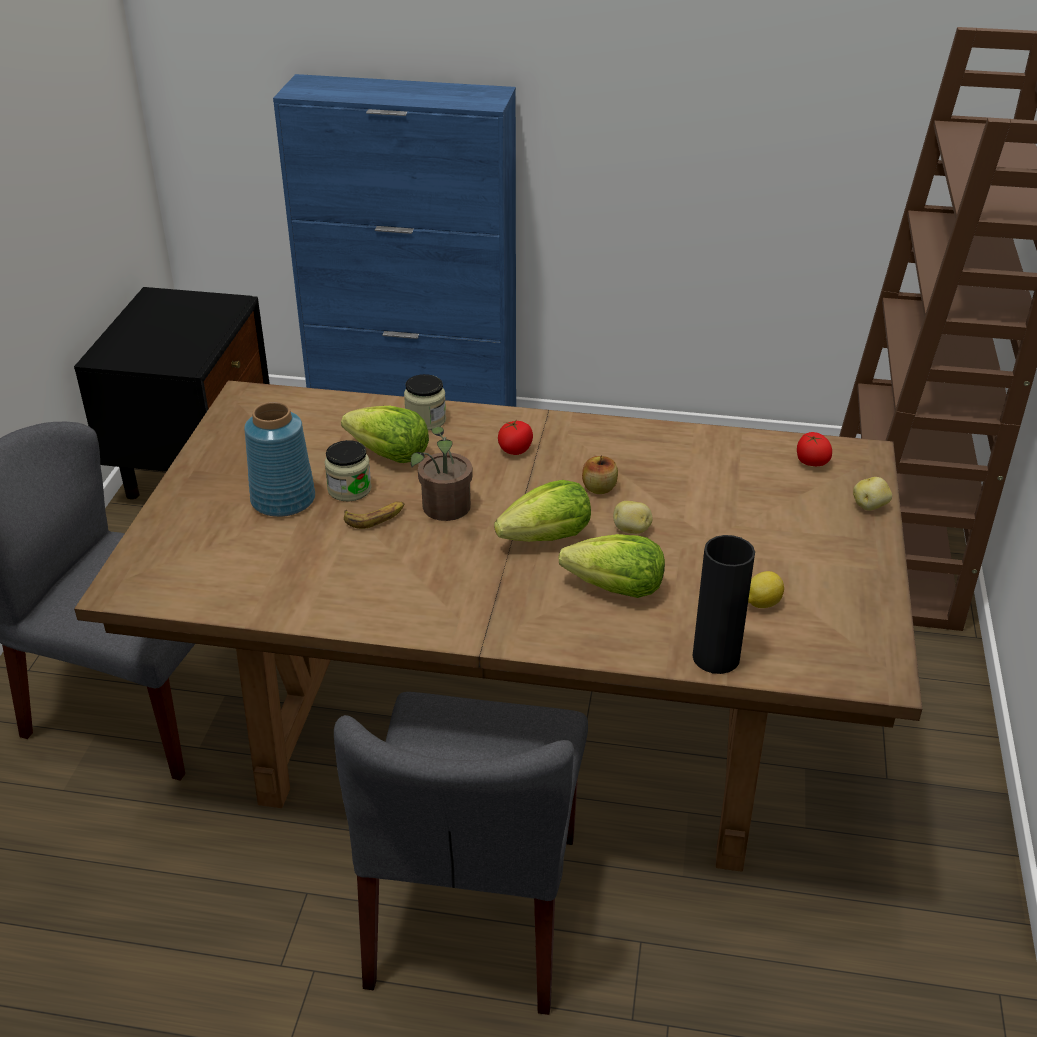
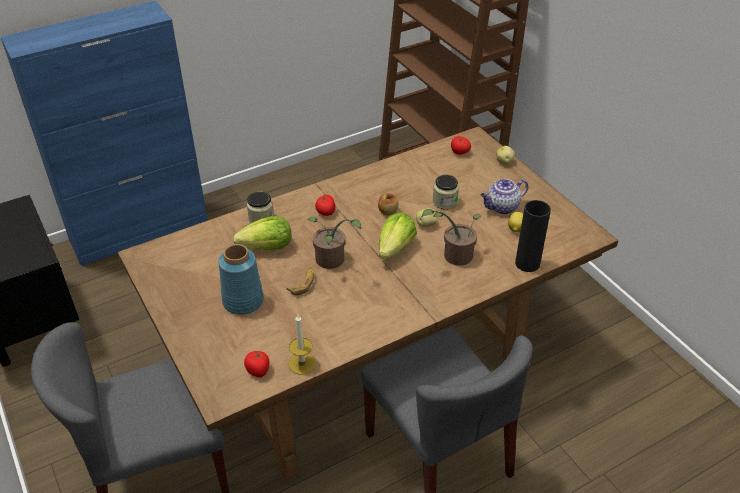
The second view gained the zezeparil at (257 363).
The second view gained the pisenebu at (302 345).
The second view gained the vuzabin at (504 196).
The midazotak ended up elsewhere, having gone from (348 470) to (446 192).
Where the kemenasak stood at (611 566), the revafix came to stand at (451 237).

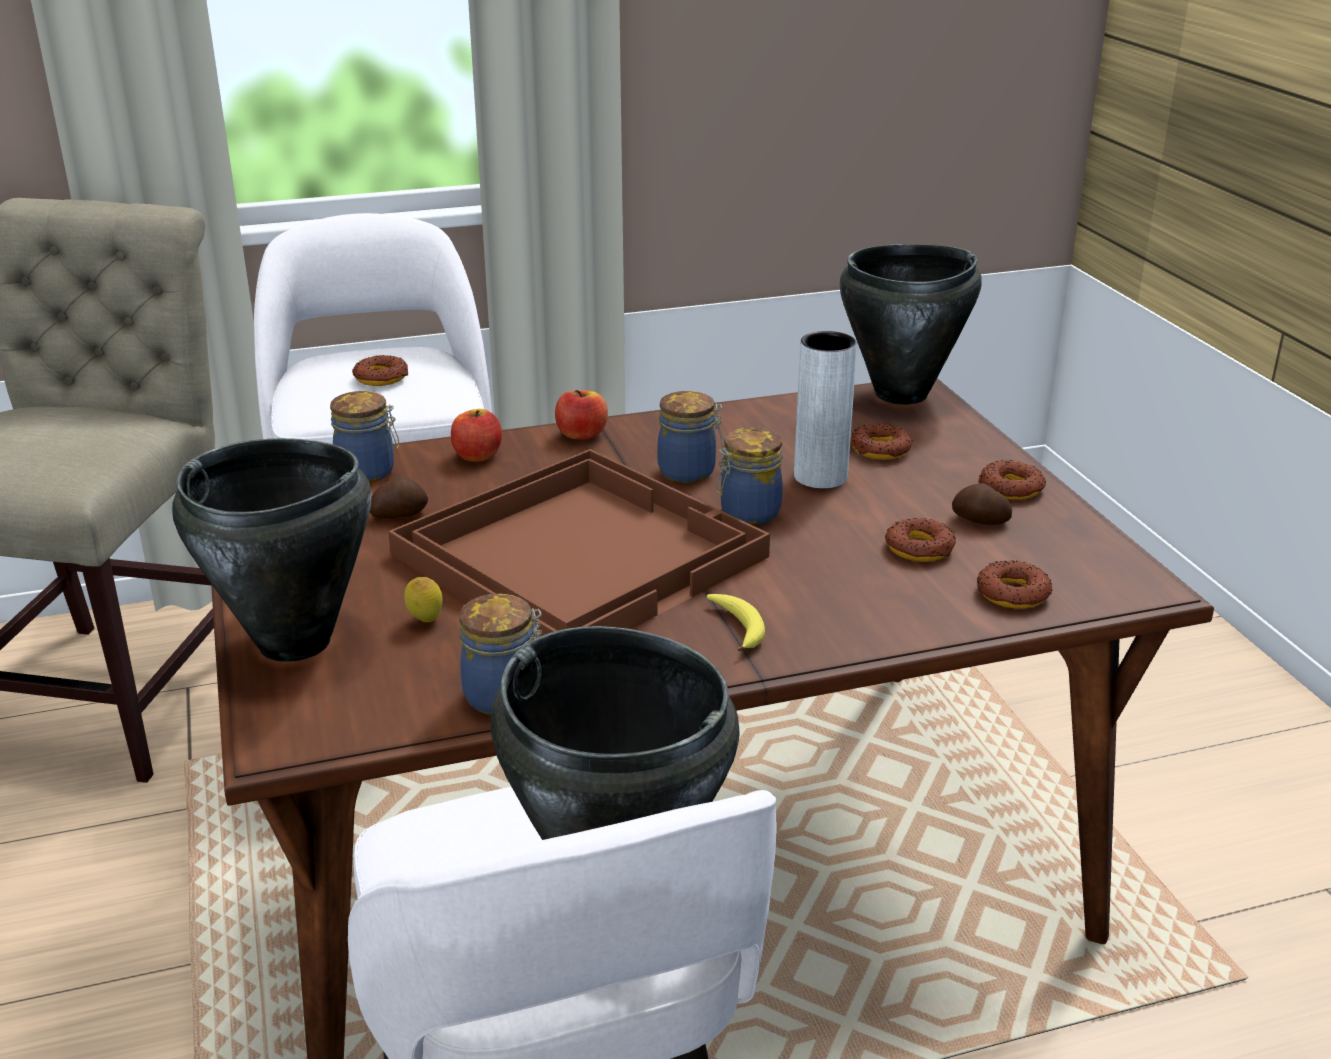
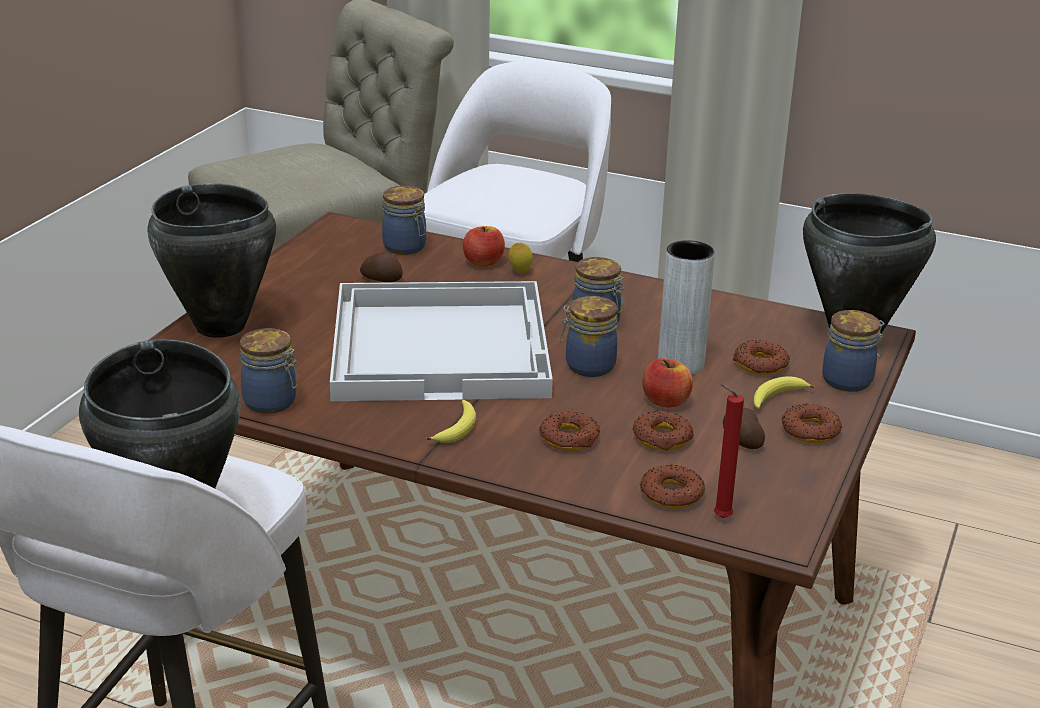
The second view gained the red_pisenebu at (729 450).
The second view gained the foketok at (784 392).
The second view gained the midazotak at (853 351).
The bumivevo ended up elsewhere, having gone from (380 370) to (569 431).
The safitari ended up elsewhere, having gone from (423 600) to (520 258).
The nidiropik ended up elsewhere, having gone from (581 415) to (668 383).
What was the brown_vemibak at (579 544) turned into the white_vemibak at (441 341).

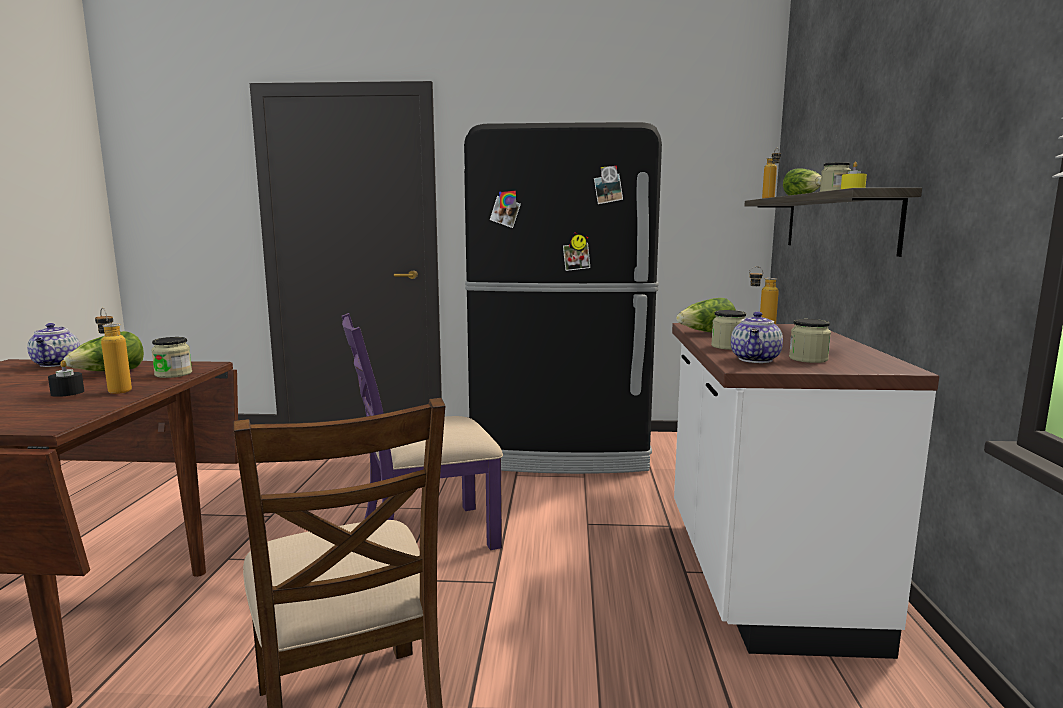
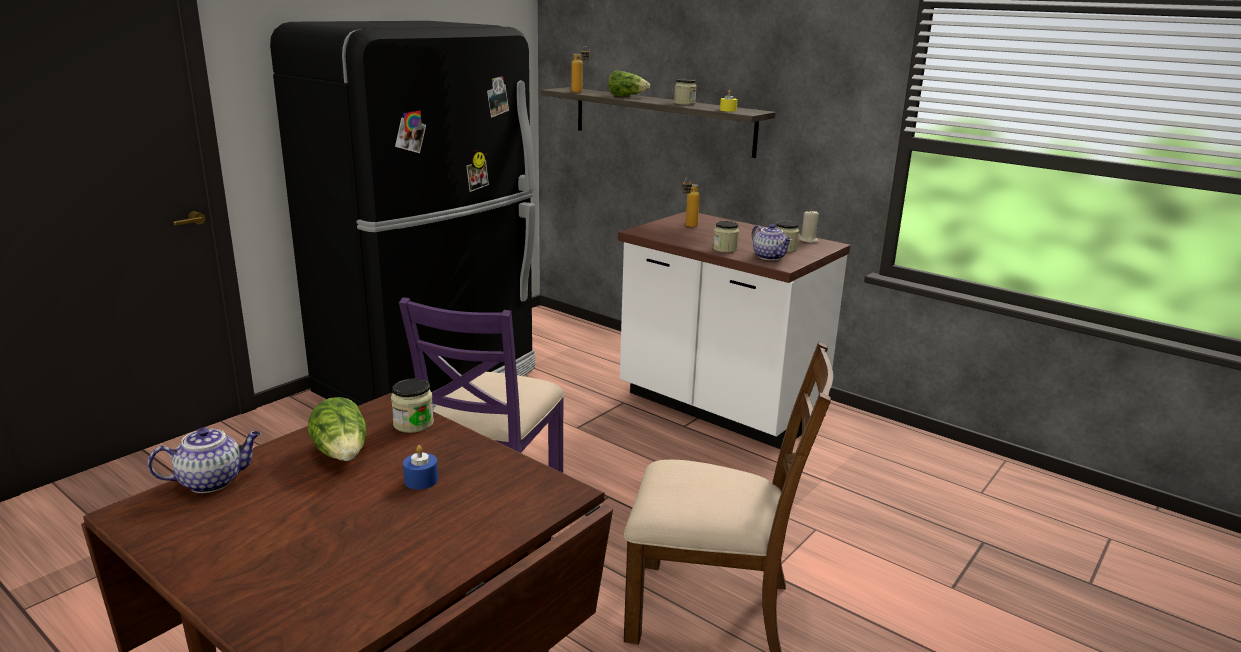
The second view lost the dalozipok at (113 351).
The second view lost the kemenasak at (706 315).
The second view gained the beige_pisenebu at (809 226).
What was the black_pisenebu at (66 378) turned into the blue_pisenebu at (420 467).
The vuzabin at (53 345) ended up facing another way, 45 degrees counterclockwise from before.

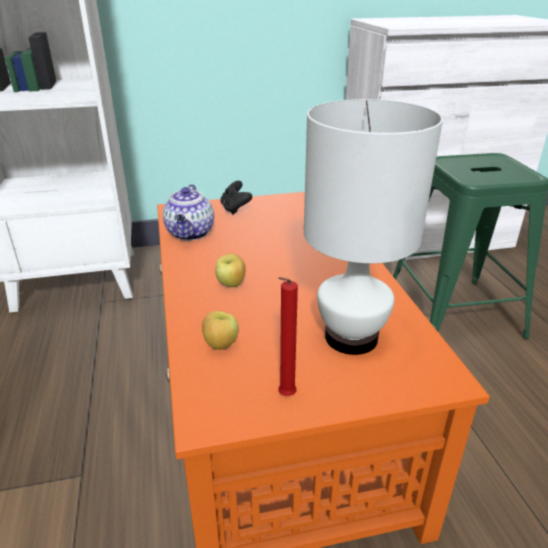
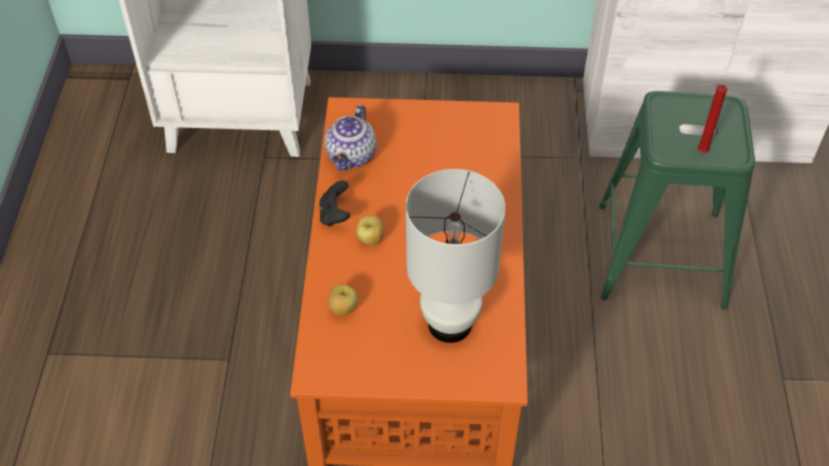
The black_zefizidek ended up elsewhere, having gone from (236 197) to (334 203).
The red_pisenebu ended up elsewhere, having gone from (288 336) to (712 118).

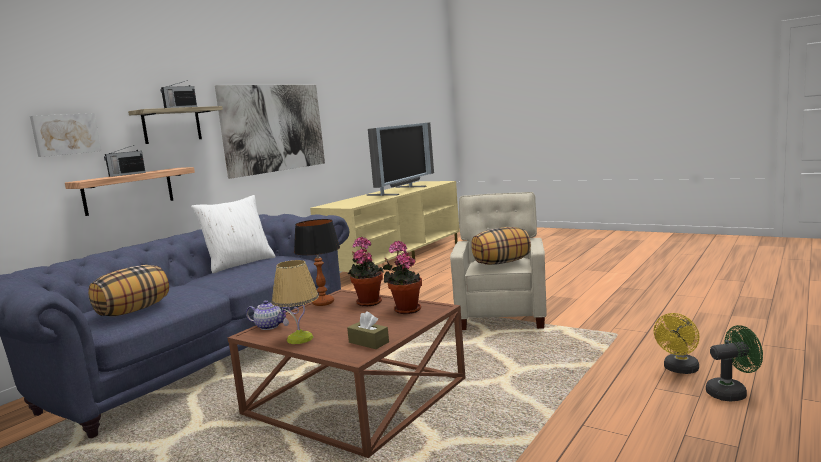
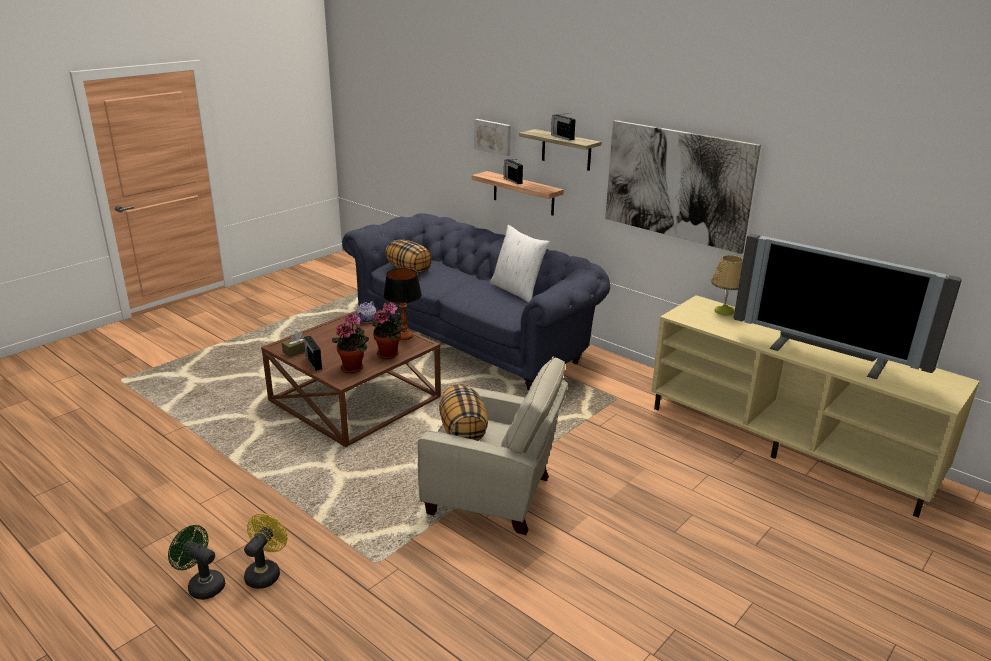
The second view gained the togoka at (313 353).
The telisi ended up elsewhere, having gone from (295 302) to (727 285).
The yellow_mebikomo at (677 343) ended up facing another way, 60 degrees clockwise from before.
The green_mebikomo at (734 363) ended up facing another way, 120 degrees clockwise from before.

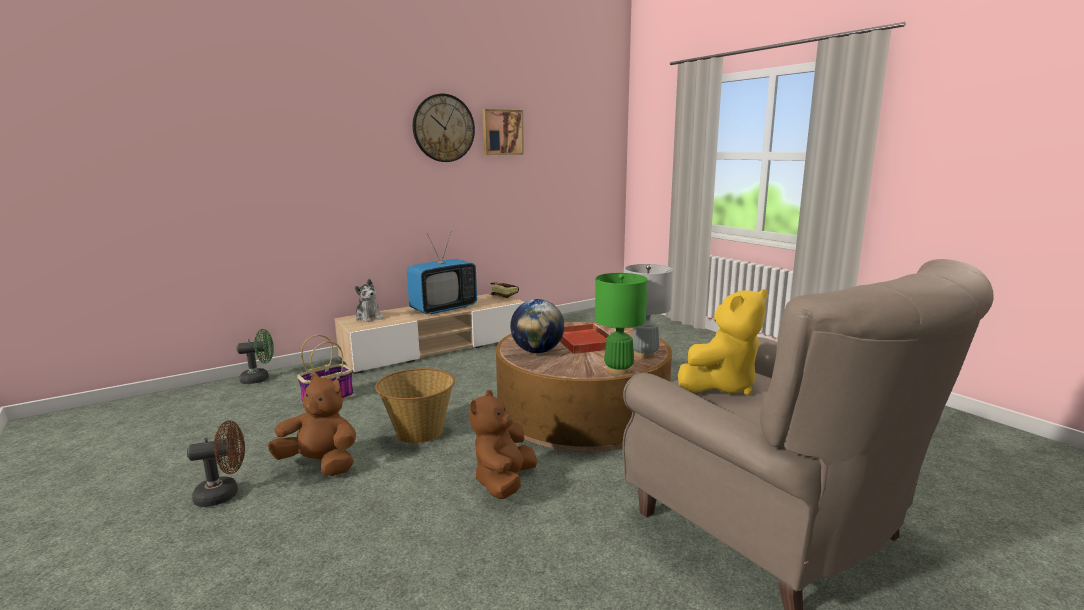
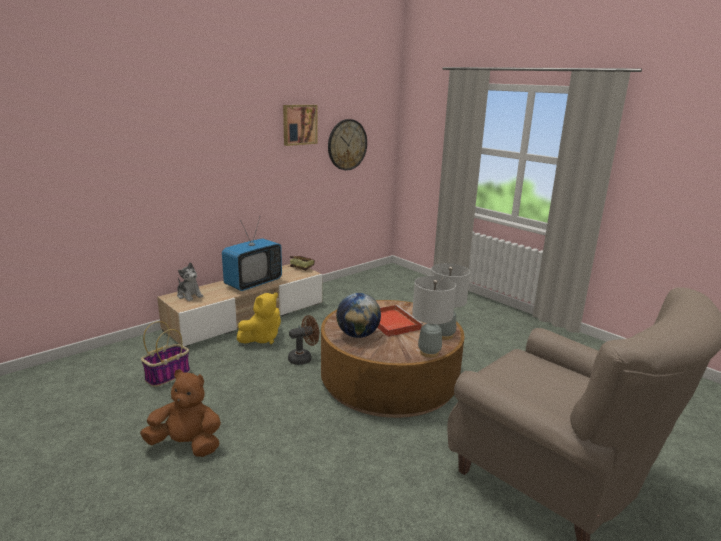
The second view lost the green_mebikomo at (255 356).
The second view lost the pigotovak at (415 406).
The second view lost the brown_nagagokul at (503 444).
The brown_mebikomo ended up elsewhere, having gone from (216 463) to (303 340).
The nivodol ended up elsewhere, having gone from (444 128) to (347 144).
The yellow_nagagokul ended up elsewhere, having gone from (722 342) to (259 318).
What was the green_telisi at (621 324) turned into the grey_telisi at (434 317).

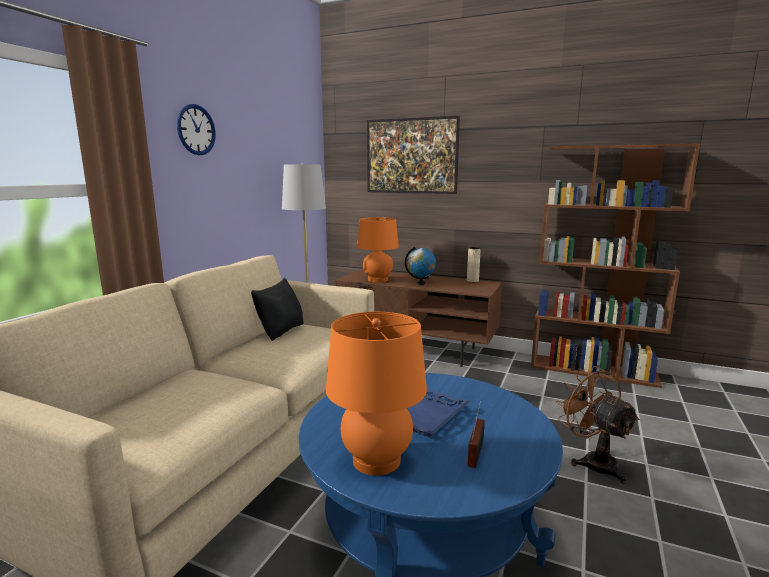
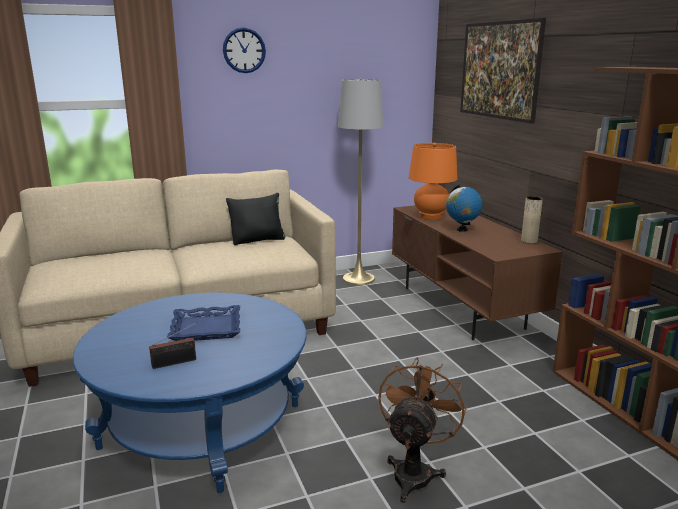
The second view lost the orange_telisi at (376 394).

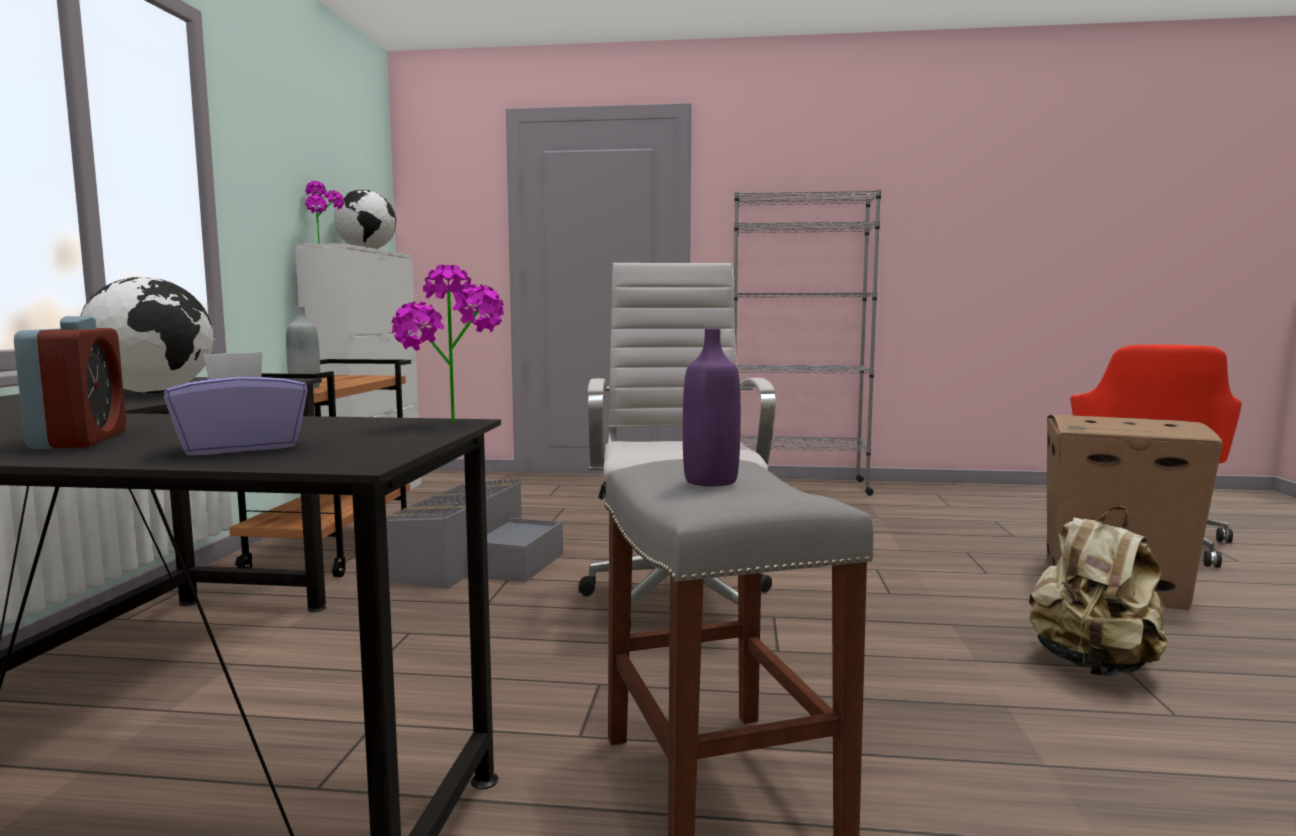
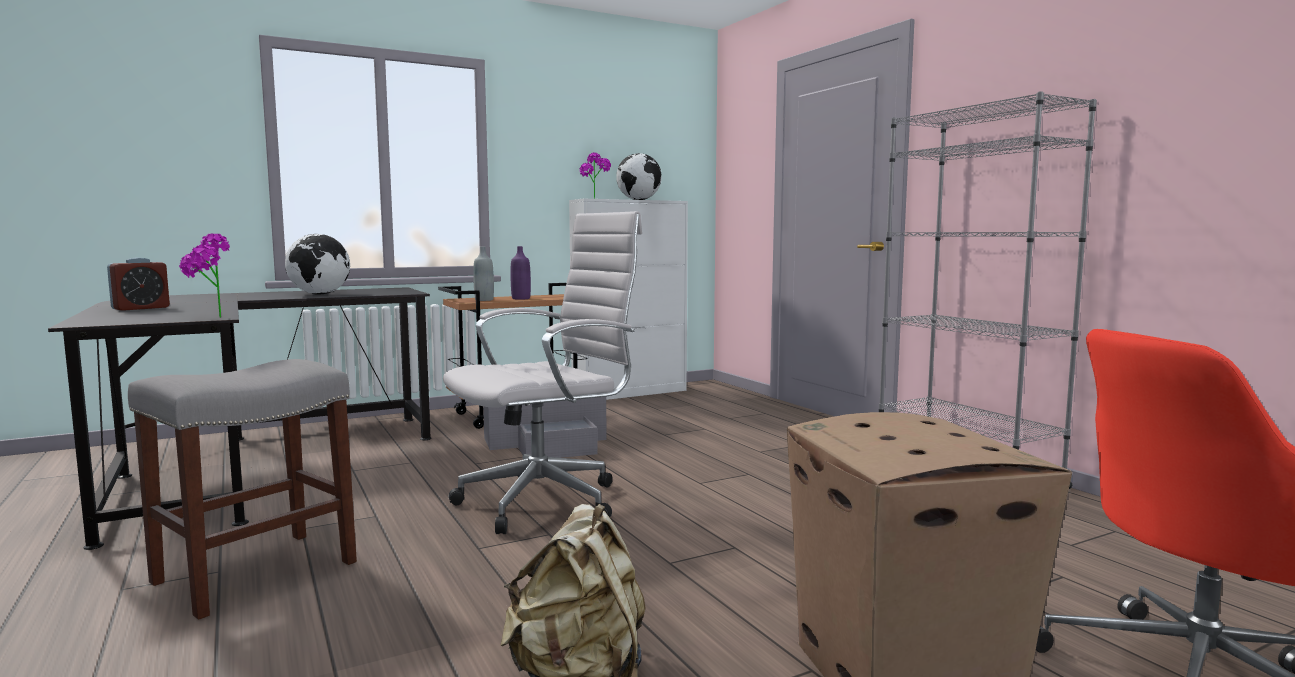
The second view lost the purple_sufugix at (236 403).
The purple_dalozipok ended up elsewhere, having gone from (712 407) to (520 273).

